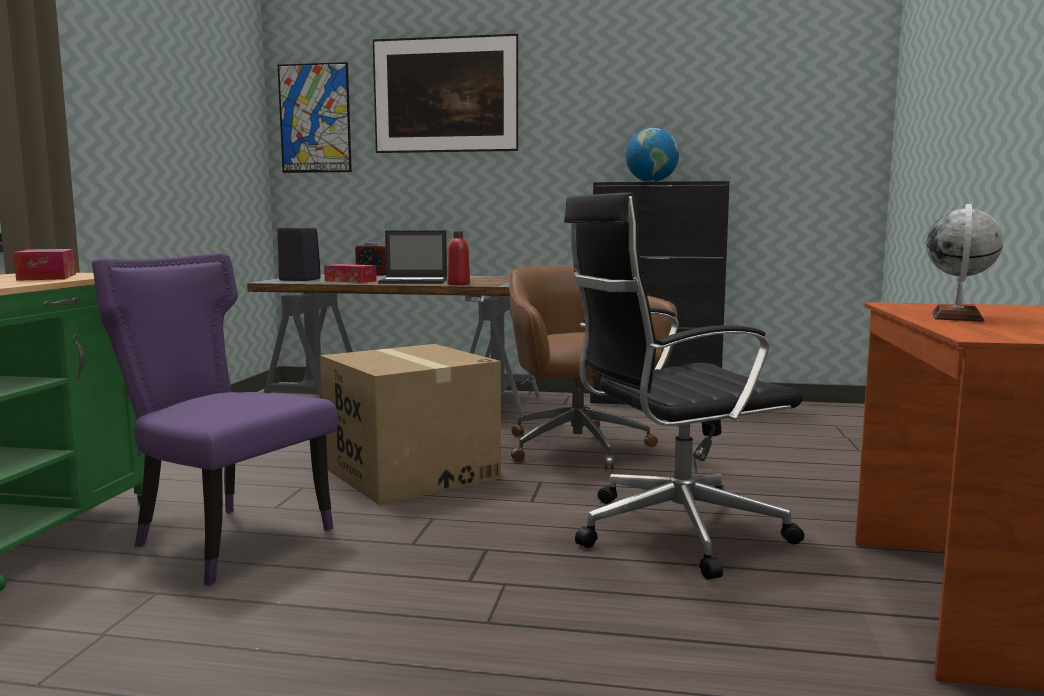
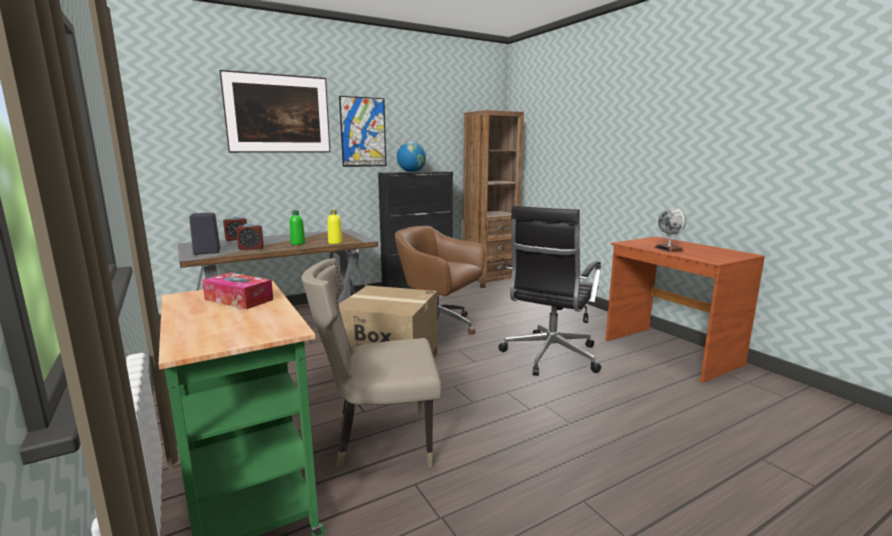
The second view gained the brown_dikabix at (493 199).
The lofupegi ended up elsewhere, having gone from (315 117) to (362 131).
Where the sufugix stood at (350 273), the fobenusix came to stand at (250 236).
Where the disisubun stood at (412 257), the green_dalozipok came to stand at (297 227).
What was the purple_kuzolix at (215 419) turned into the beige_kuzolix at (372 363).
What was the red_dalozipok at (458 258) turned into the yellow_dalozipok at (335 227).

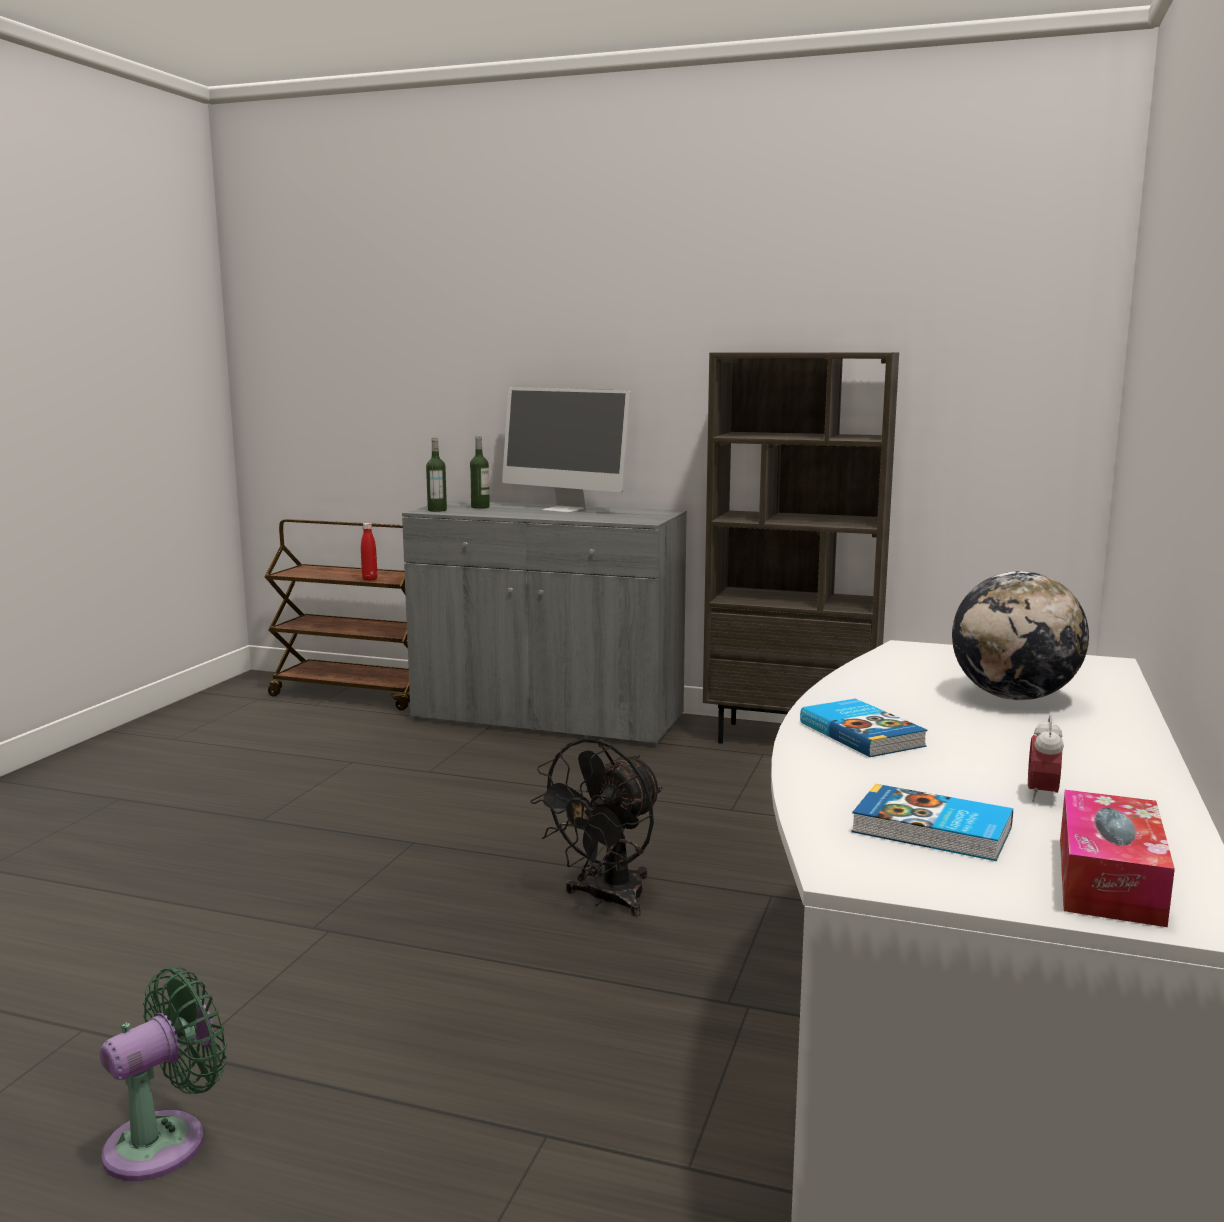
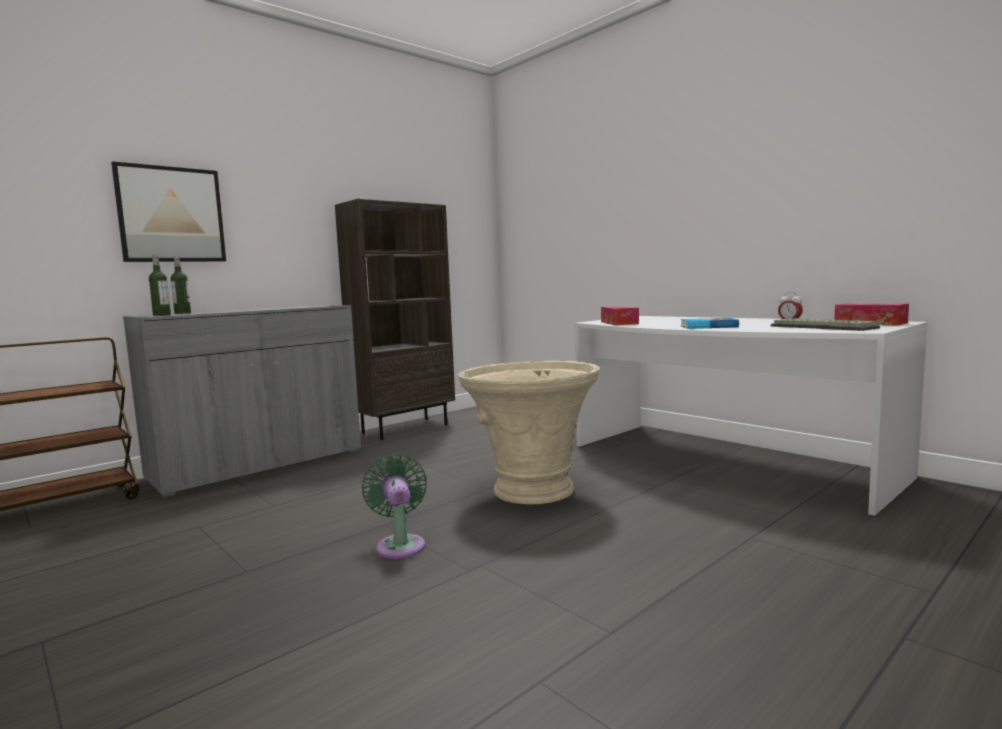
The second view lost the red_dalozipok at (369 552).
The second view lost the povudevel at (566 450).
The second view lost the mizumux at (1020 635).
The second view gained the lofupegi at (168 211).
The second view gained the sufugix at (620 315).
The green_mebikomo ended up elsewhere, having gone from (163 1074) to (394 506).
Where the black_mebikomo stood at (596 828), the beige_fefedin came to stand at (529 433).
Where the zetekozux stood at (932 822), the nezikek came to stand at (825 324).

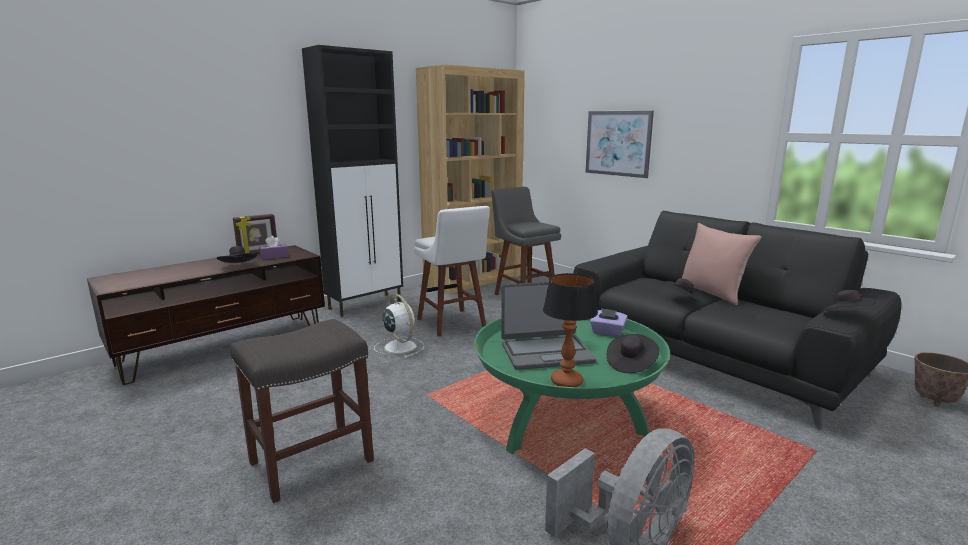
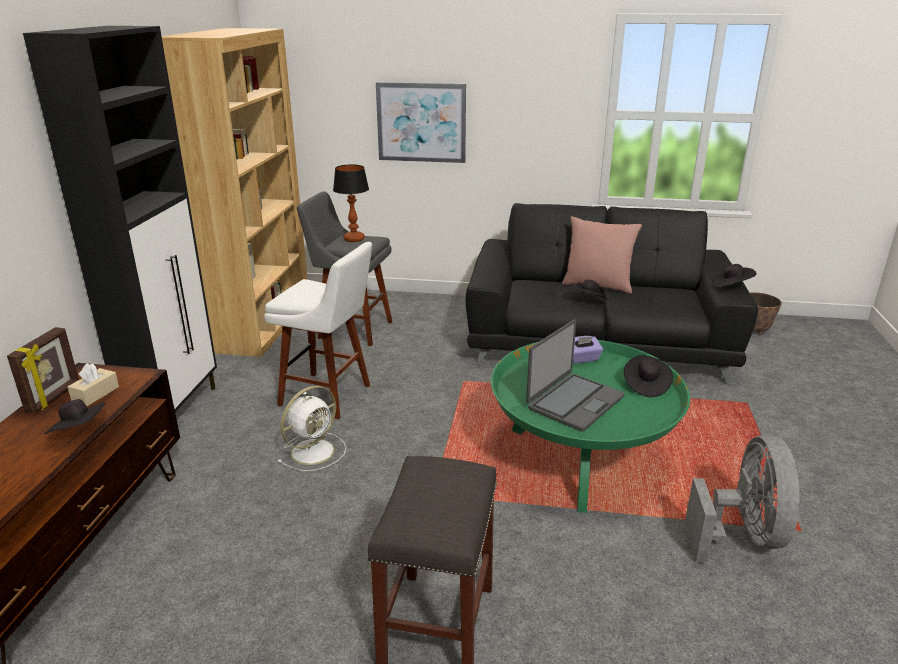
The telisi ended up elsewhere, having gone from (570 330) to (351 203).
What was the purple_sufugix at (273 248) turned into the beige_sufugix at (93 384).
The white_mebikomo at (399 326) ended up facing another way, 120 degrees clockwise from before.

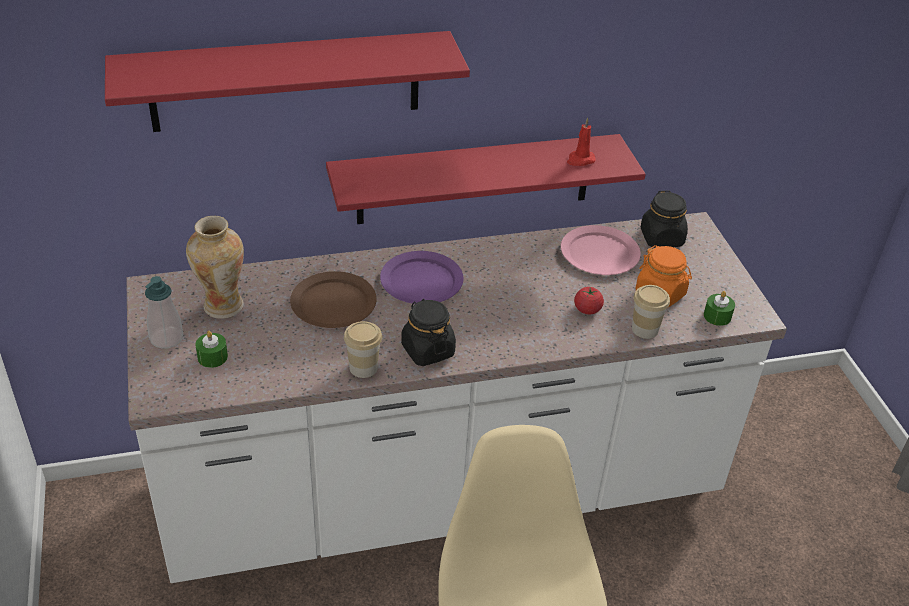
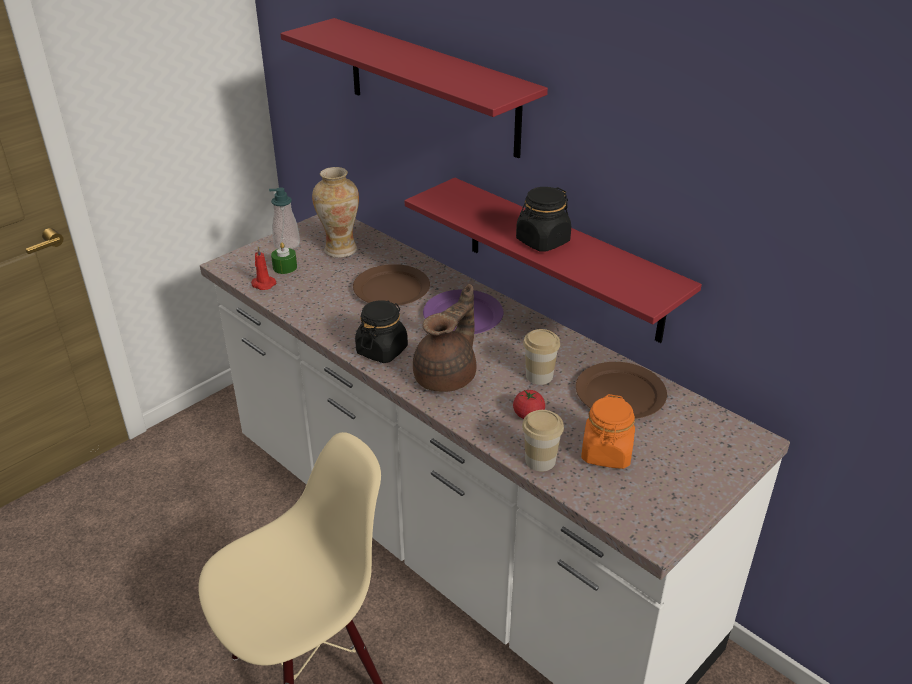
The second view lost the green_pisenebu at (719 308).
The second view gained the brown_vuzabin at (444 338).
The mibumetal ended up elsewhere, having gone from (363 349) to (541 357).
The red_pisenebu ended up elsewhere, having gone from (581 141) to (263 268).
The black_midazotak ended up elsewhere, having gone from (664 219) to (543 219).
What was the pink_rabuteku at (601 250) turned into the brown_rabuteku at (621 390).

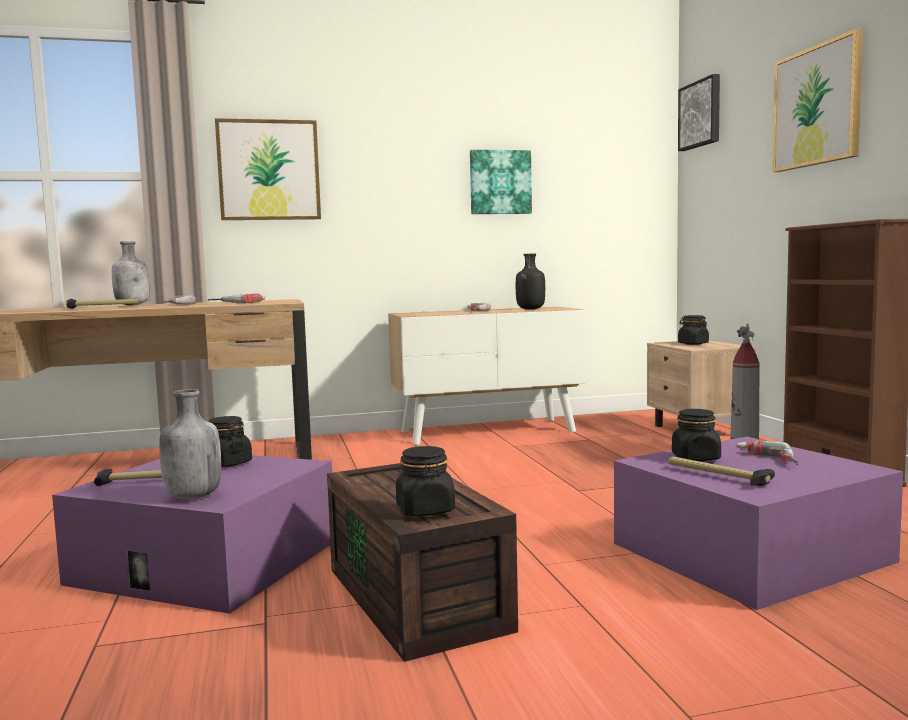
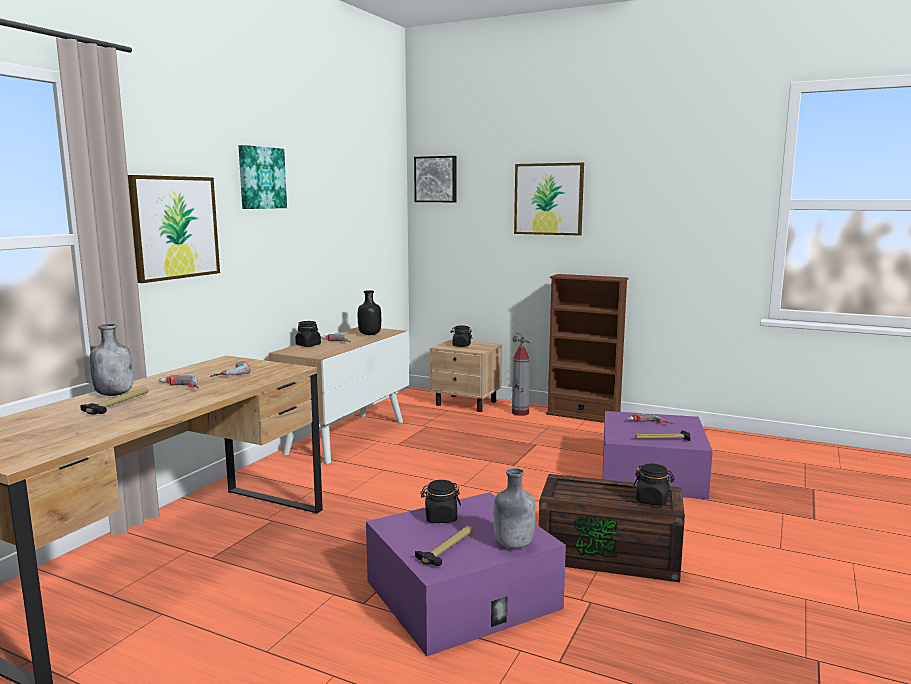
The lofupegi ended up elsewhere, having gone from (501 182) to (262 177).
The black_midazotak ended up elsewhere, having gone from (696 435) to (308 334).

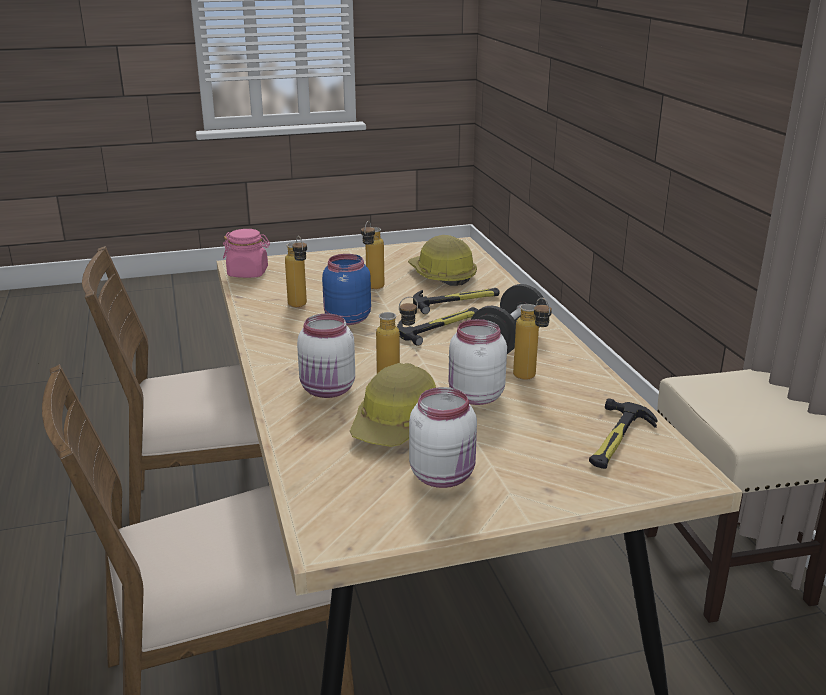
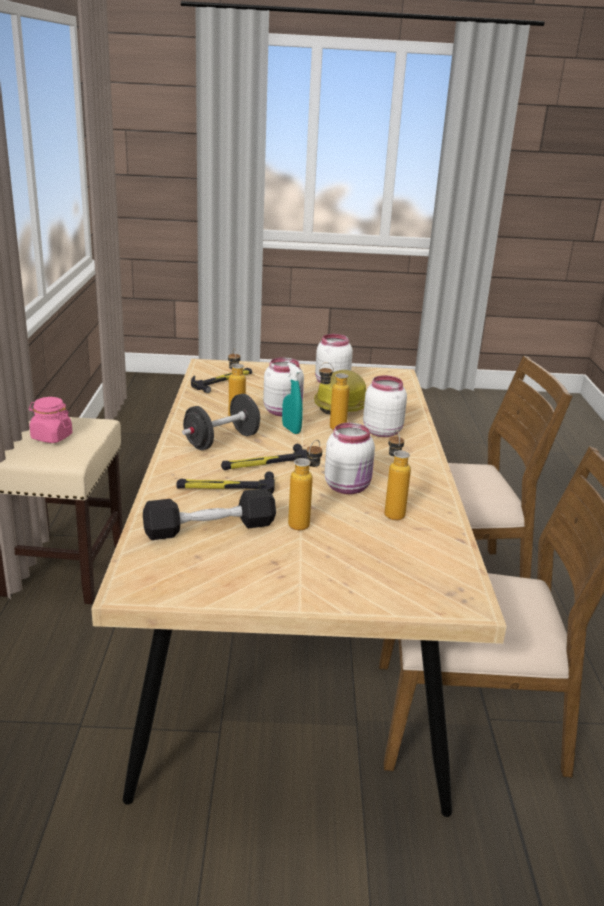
The second view gained the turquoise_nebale at (292 398).
The pink_midazotak ended up elsewhere, having gone from (246 253) to (51 420).
Where the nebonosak stood at (442 260), the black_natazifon came to stand at (209 514).
What was the blue_midazotak at (346 289) turned into the white_midazotak at (349 458).

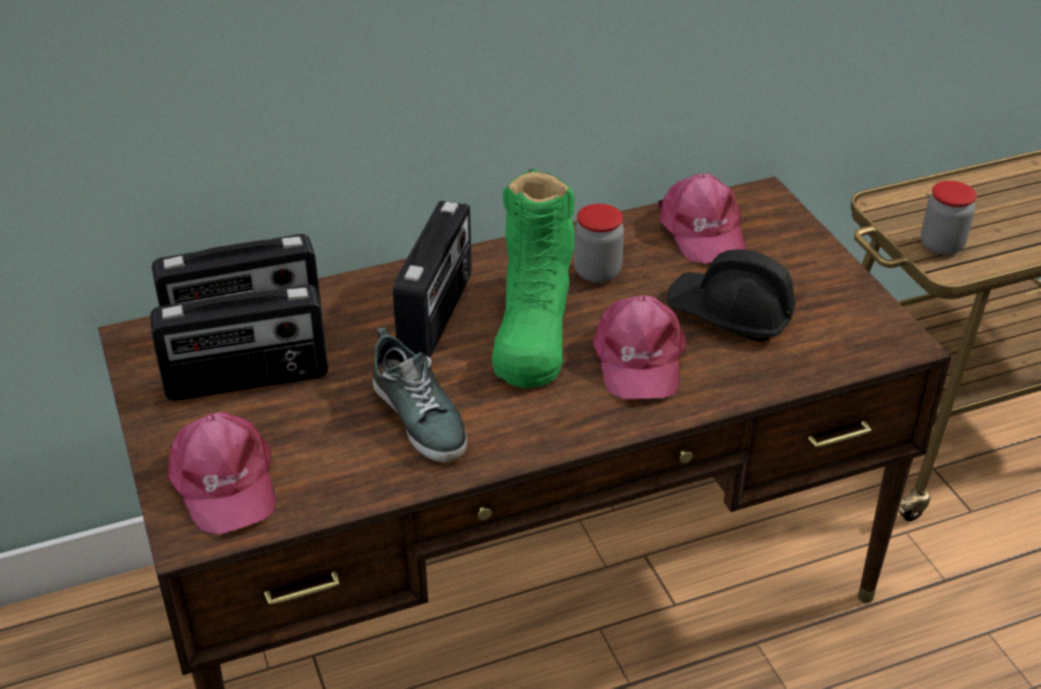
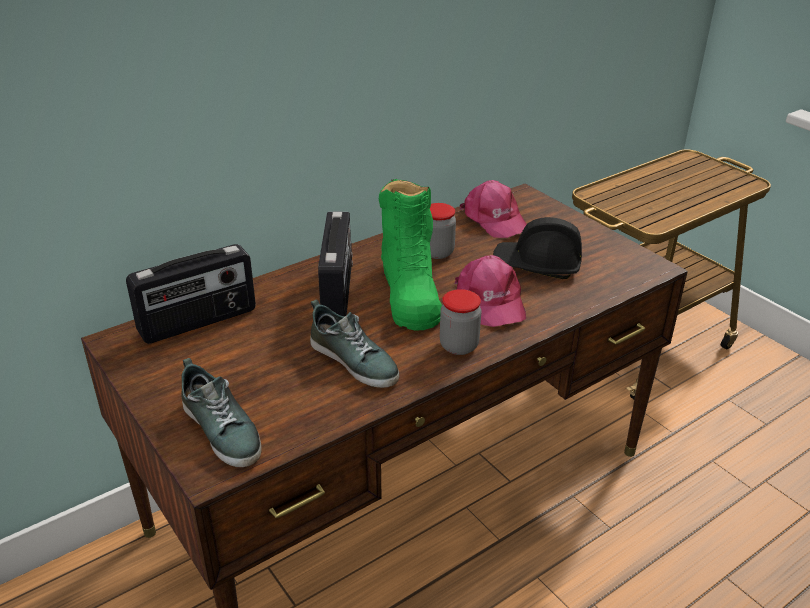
The second view lost the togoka at (239 343).
The midazotak ended up elsewhere, having gone from (949 218) to (460 322).
Where the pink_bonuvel stood at (222 473), the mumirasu came to stand at (221 412).

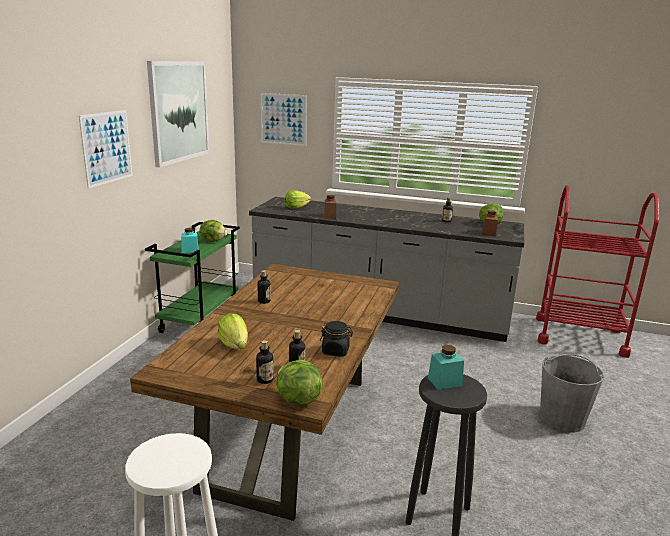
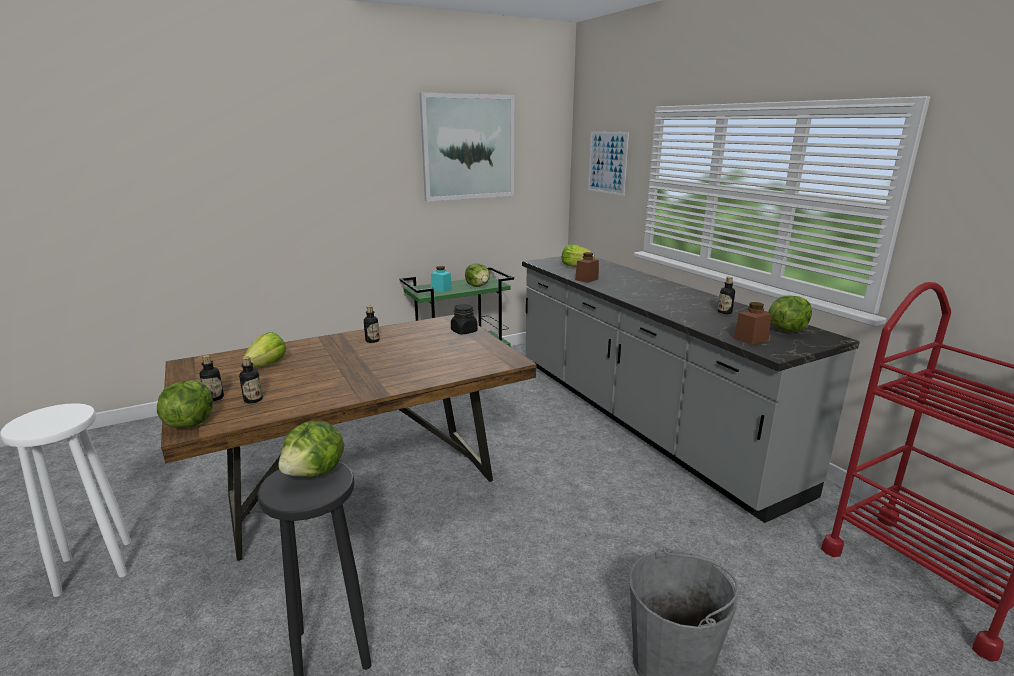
The second view lost the lofupegi at (106 149).
The black_midazotak ended up elsewhere, having gone from (336 339) to (464 319).
Where the turquoise_midazotak stood at (446 367), the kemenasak came to stand at (311 449).

